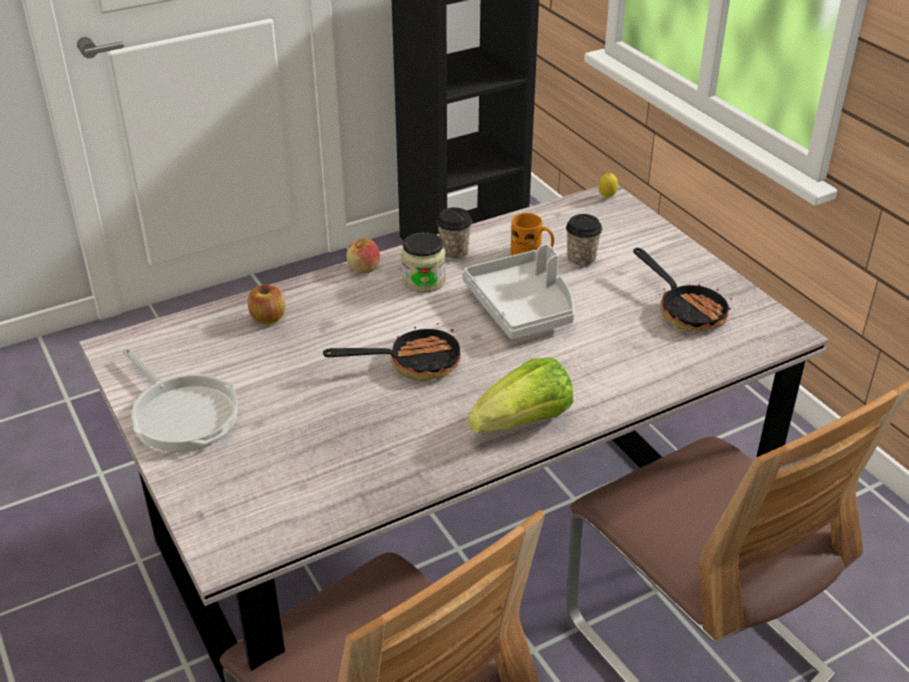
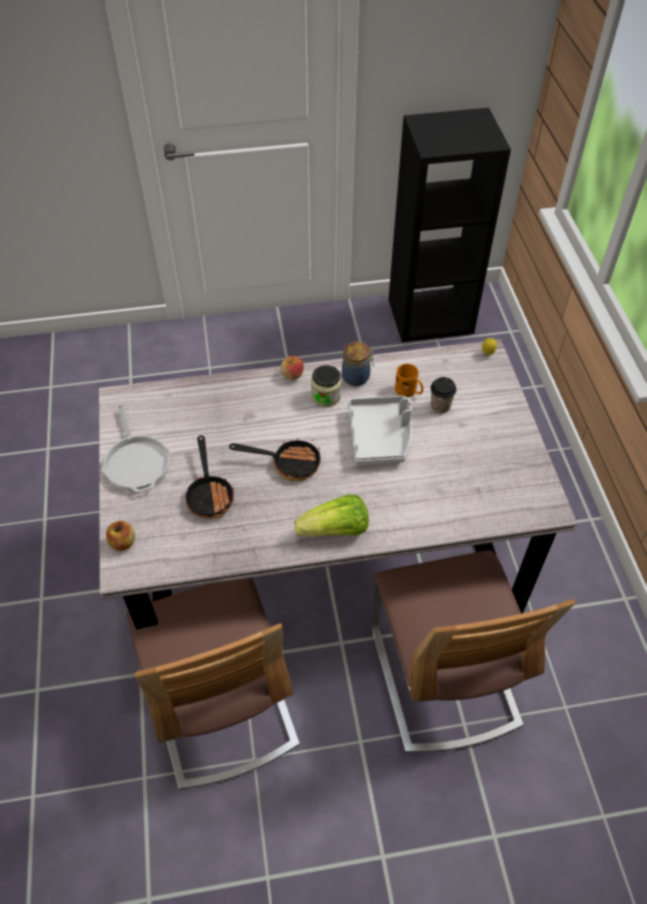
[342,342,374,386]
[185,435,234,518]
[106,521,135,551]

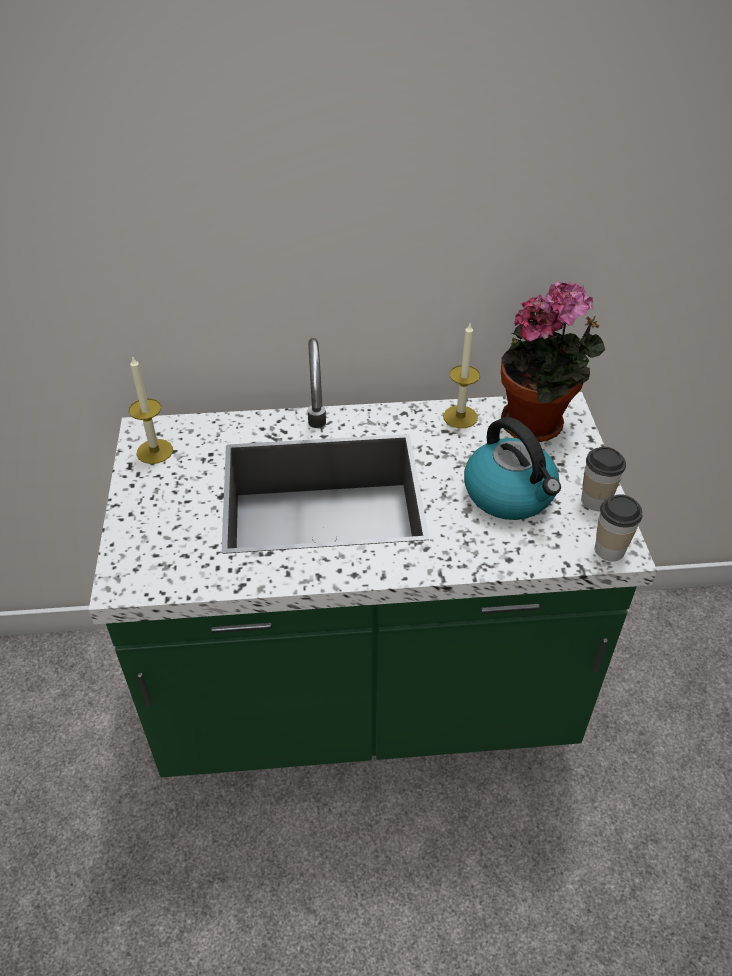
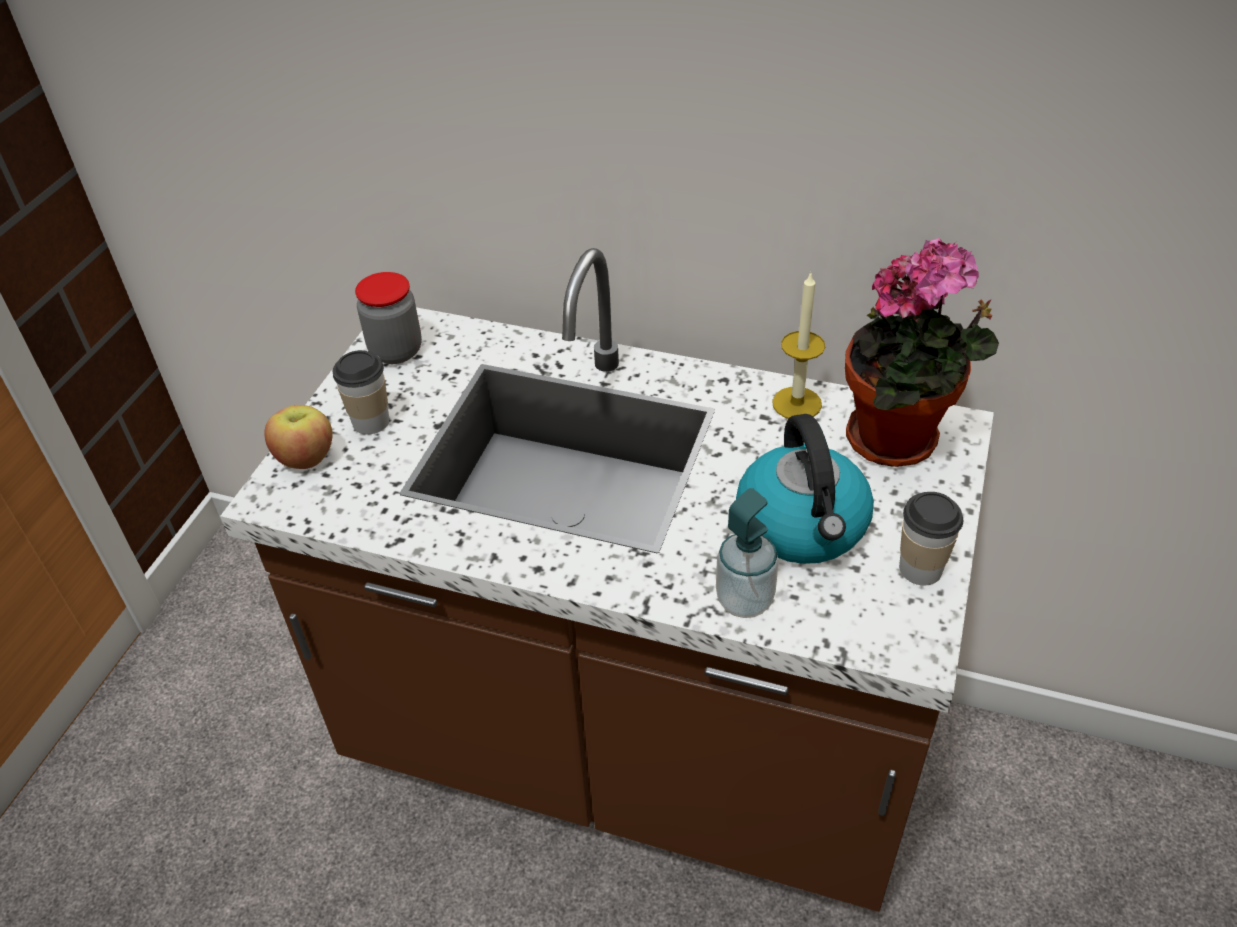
[220,248,994,912]
[355,272,422,364]
[333,350,390,435]
[264,405,333,469]
[716,488,779,618]

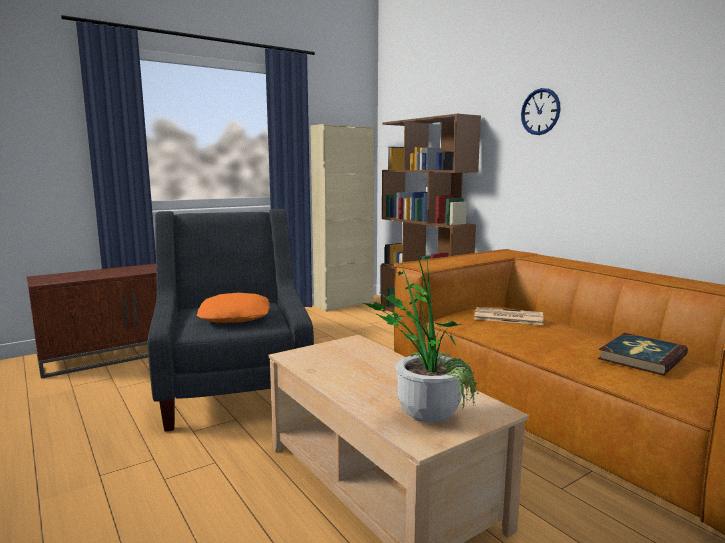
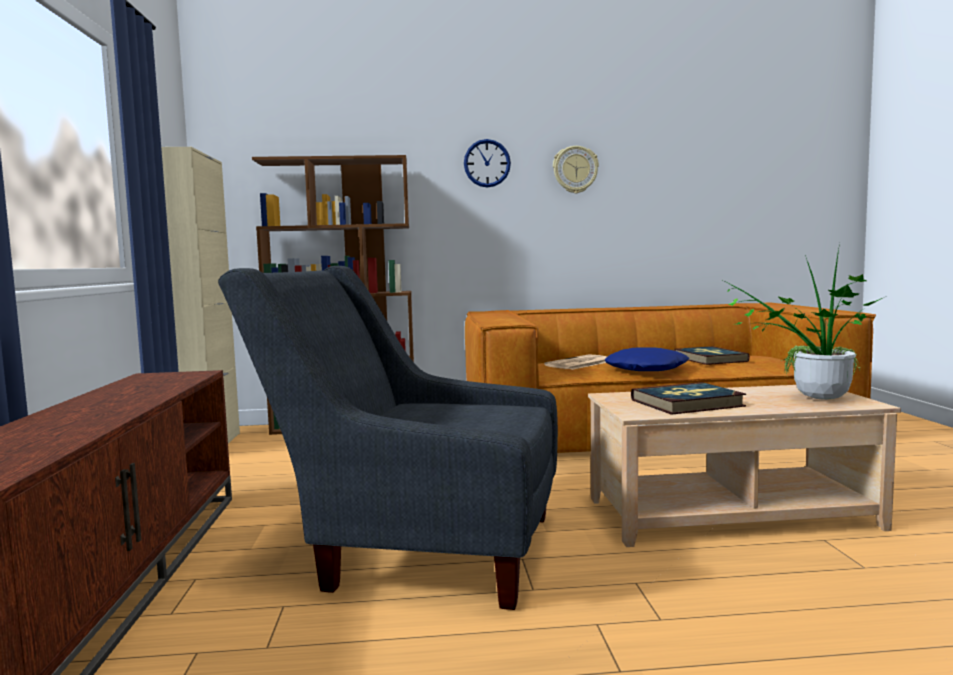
[197,293,270,323] (first image)
[553,146,599,194]
[604,348,689,371]
[631,382,746,415]

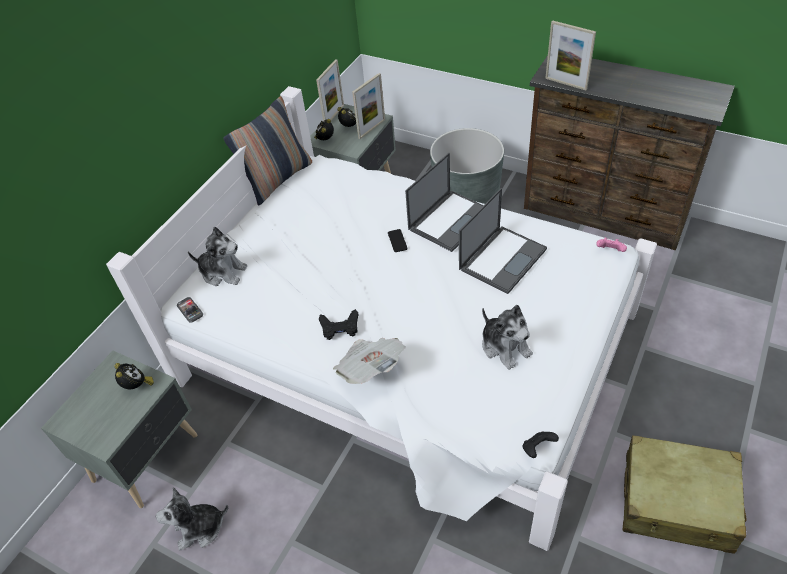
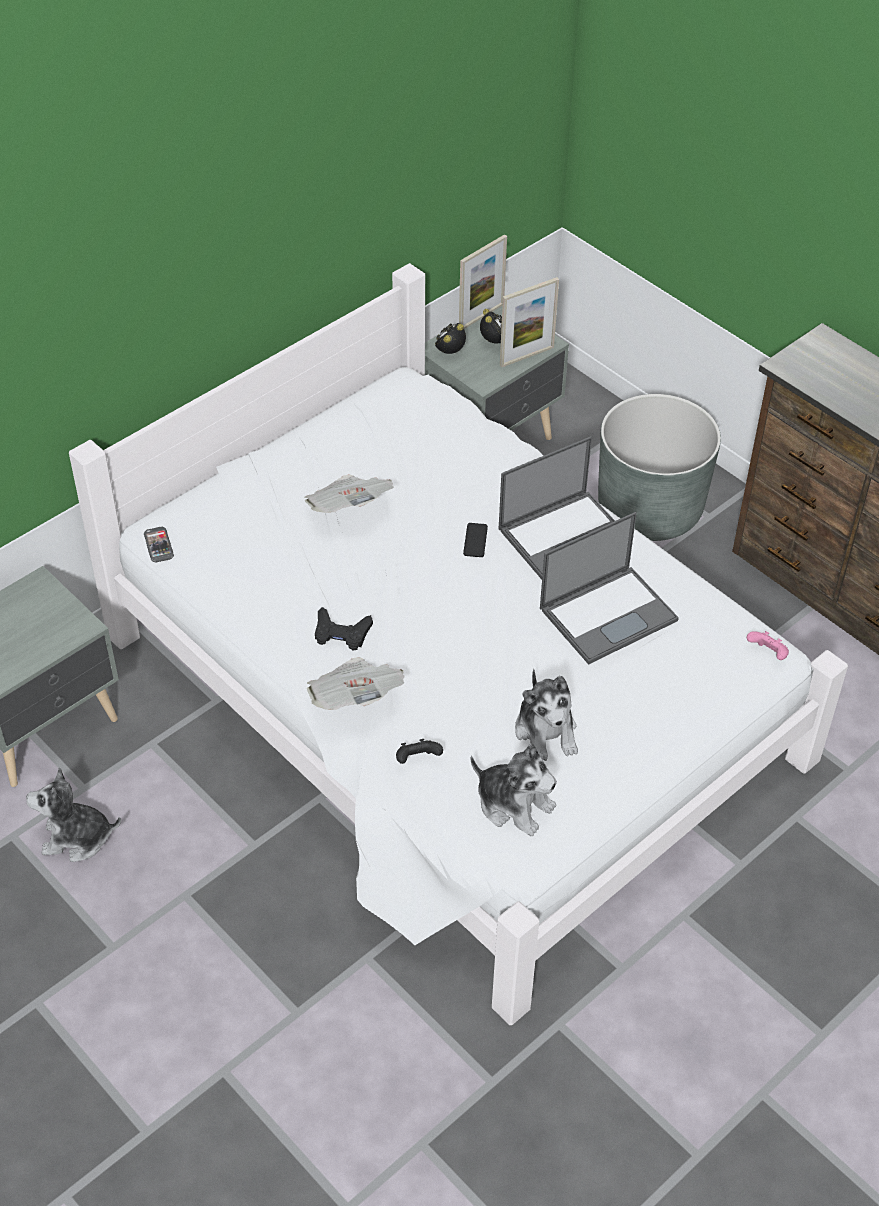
[545,21,596,90] (first image)
[223,96,312,205] (first image)
[471,744,557,837]
[114,363,154,389] (first image)
[396,739,443,764]
[623,435,747,554] (first image)
[304,474,394,513]

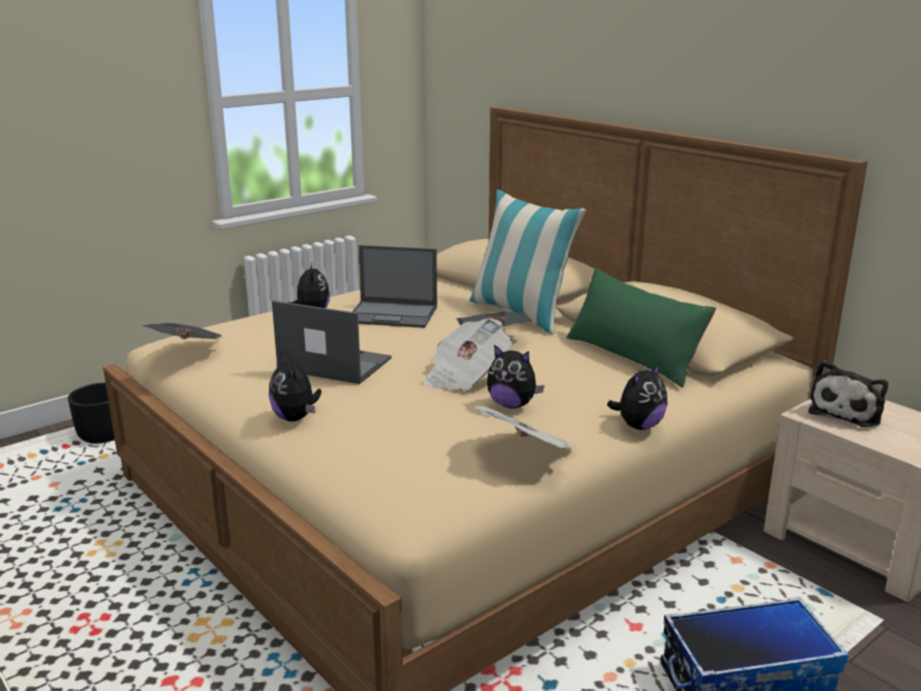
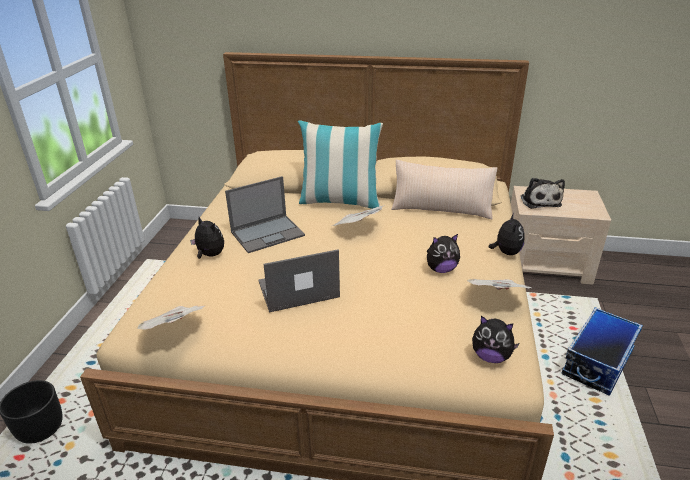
[391,160,497,219]
[424,319,512,391] (first image)
[472,316,520,363]

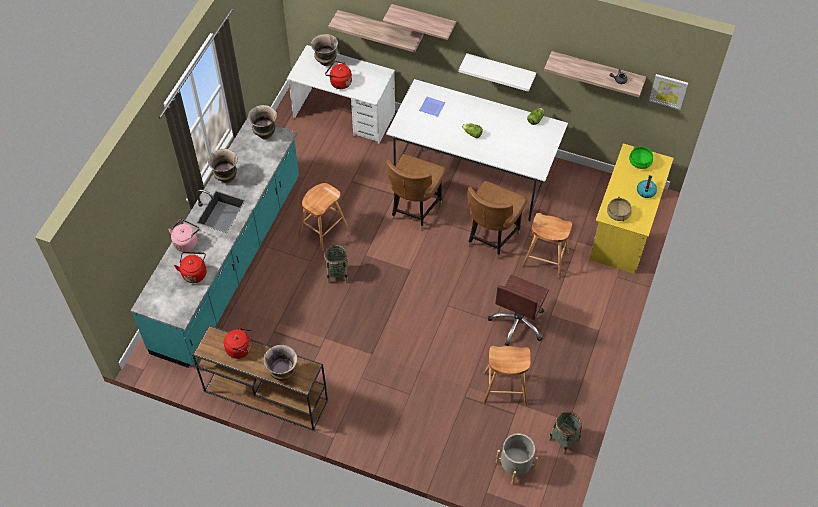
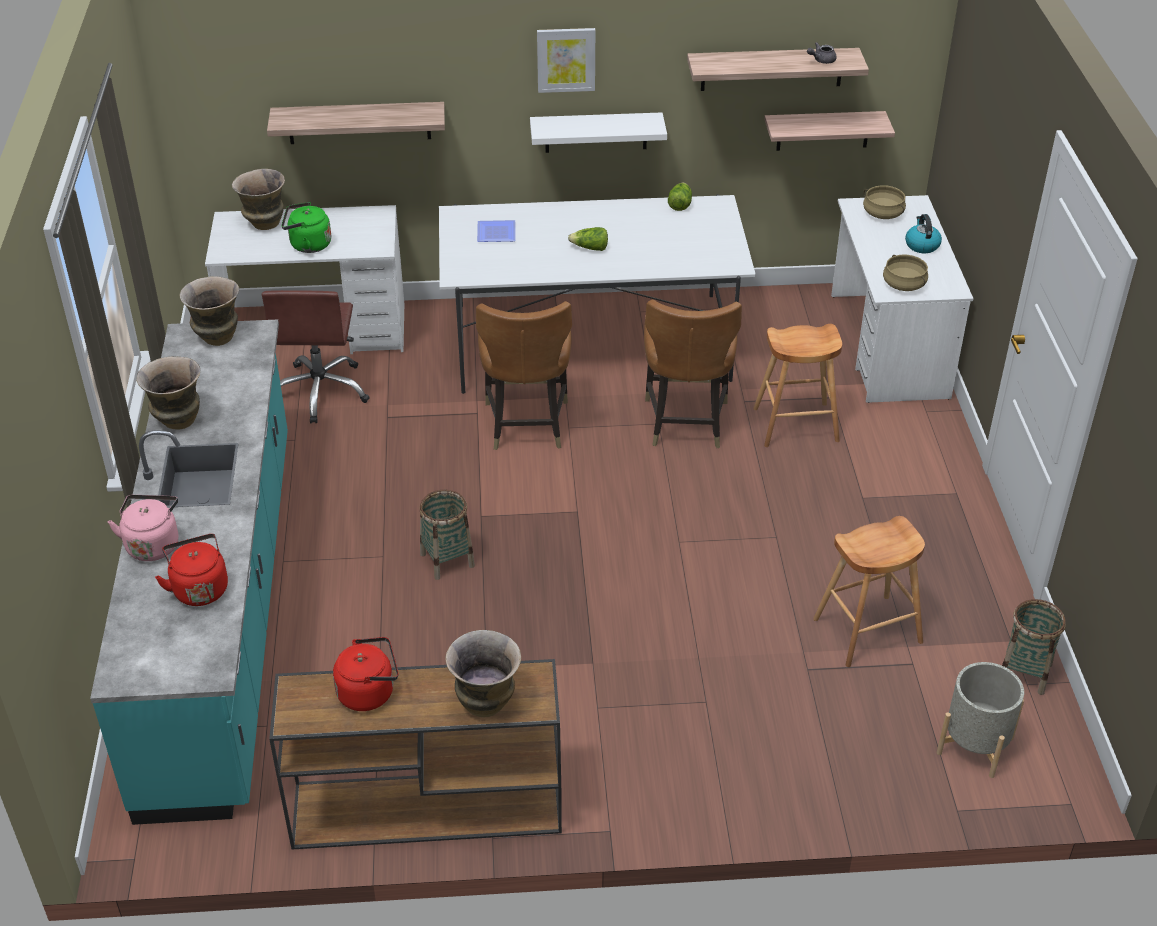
[764,111,895,151]
[281,202,331,253]
[537,28,595,93]
[831,195,974,403]
[863,185,906,219]
[298,183,348,252] (first image)
[262,290,370,423]

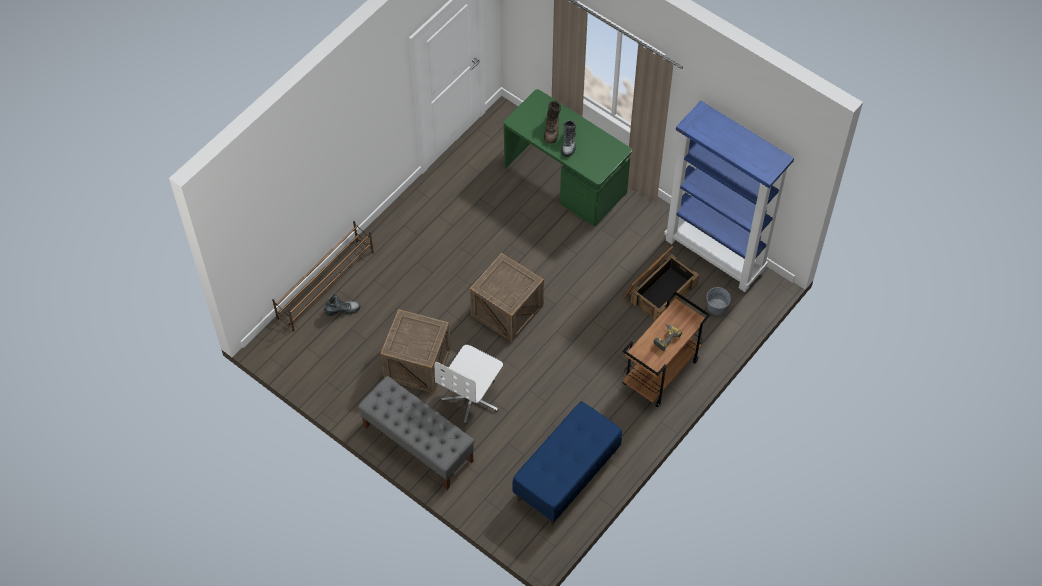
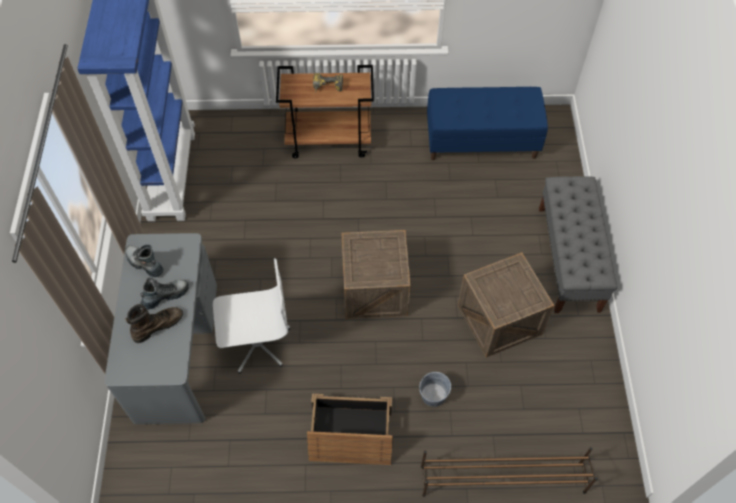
[104,233,217,424]
[307,394,393,465]
[419,372,451,407]
[125,244,163,277]
[213,258,291,374]

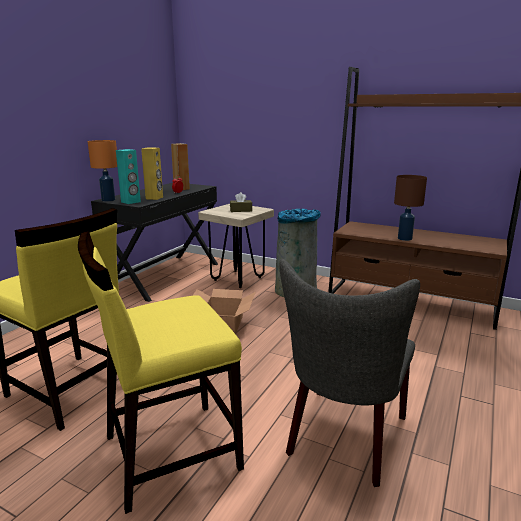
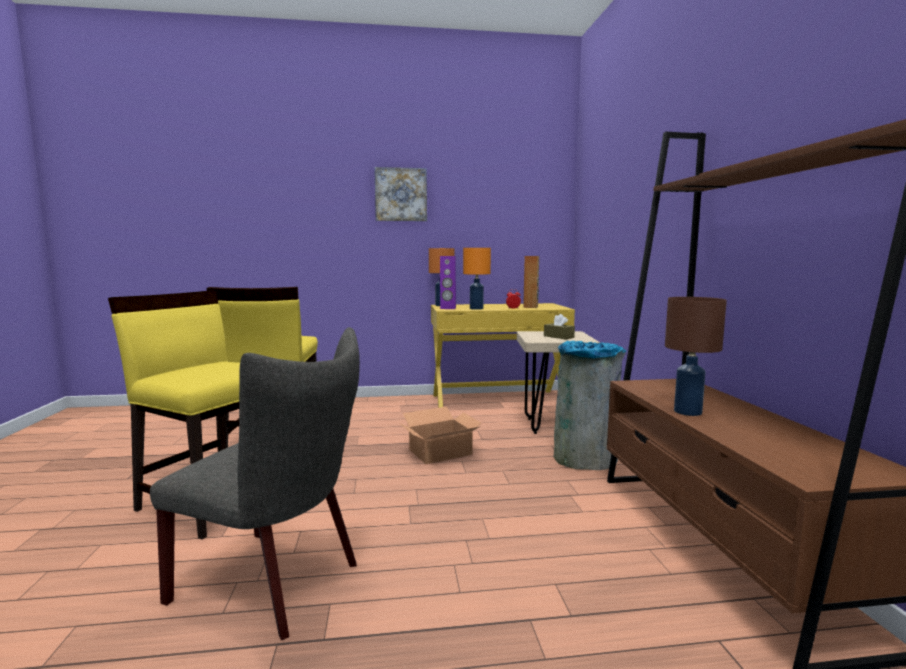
[463,248,491,310]
[440,256,456,309]
[431,303,575,408]
[150,327,360,640]
[374,167,427,221]

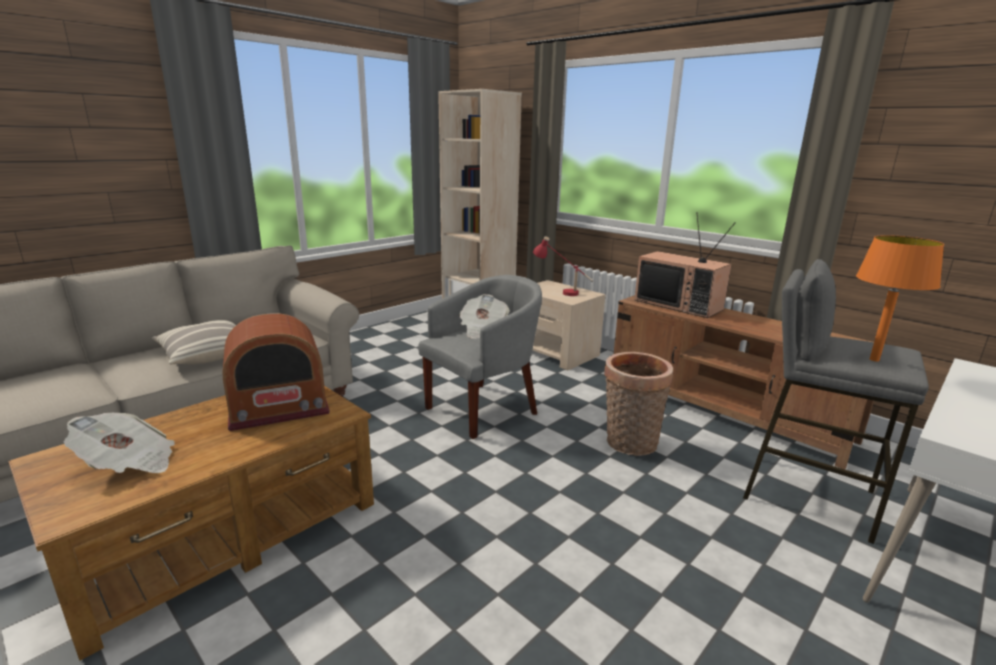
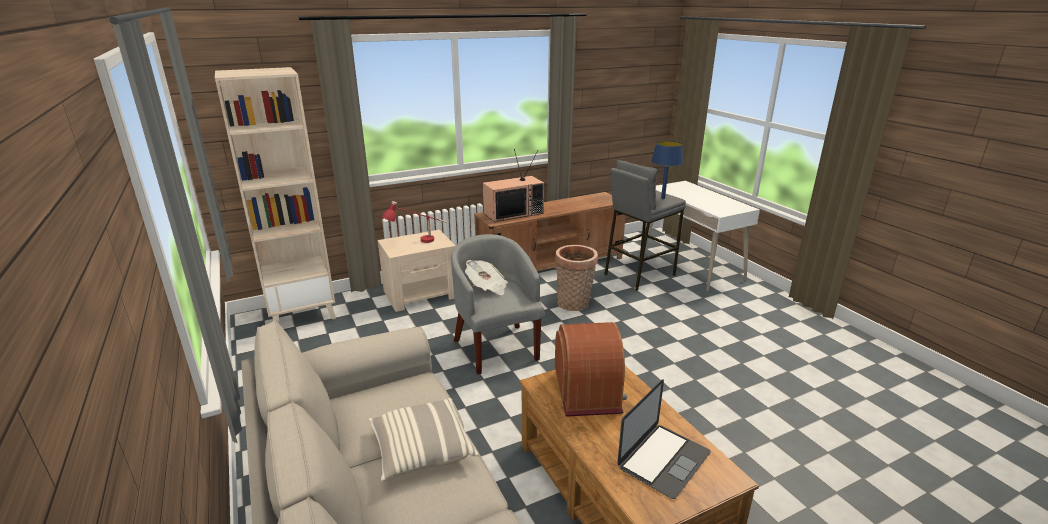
[651,141,683,199]
[617,380,711,499]

